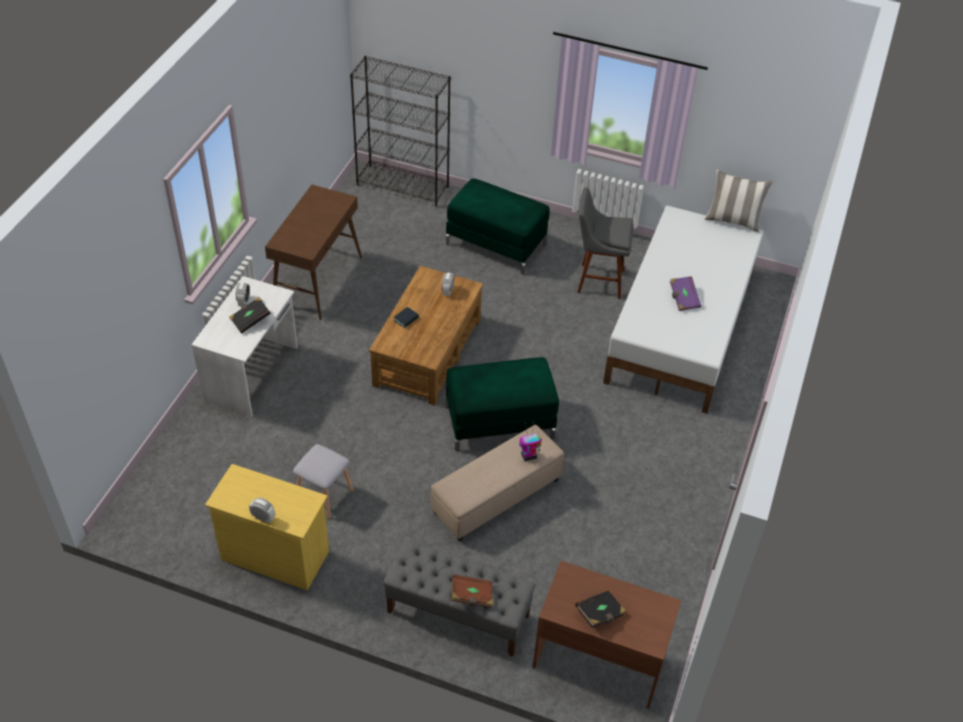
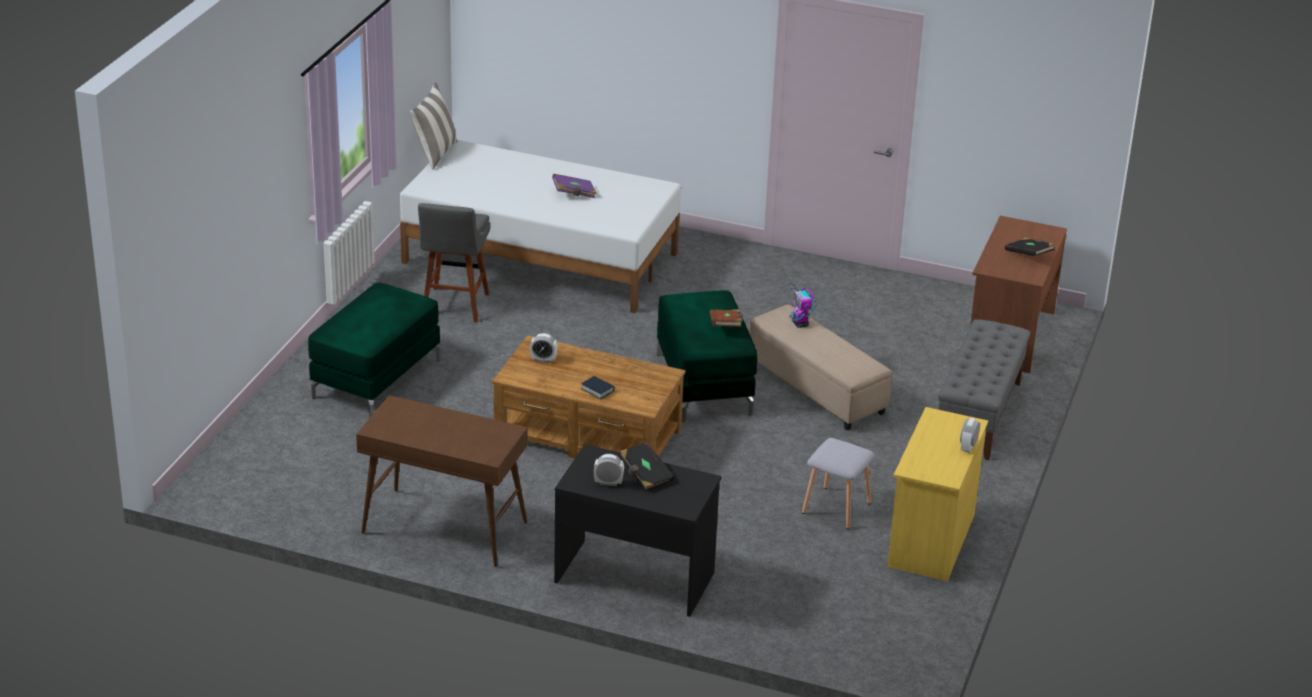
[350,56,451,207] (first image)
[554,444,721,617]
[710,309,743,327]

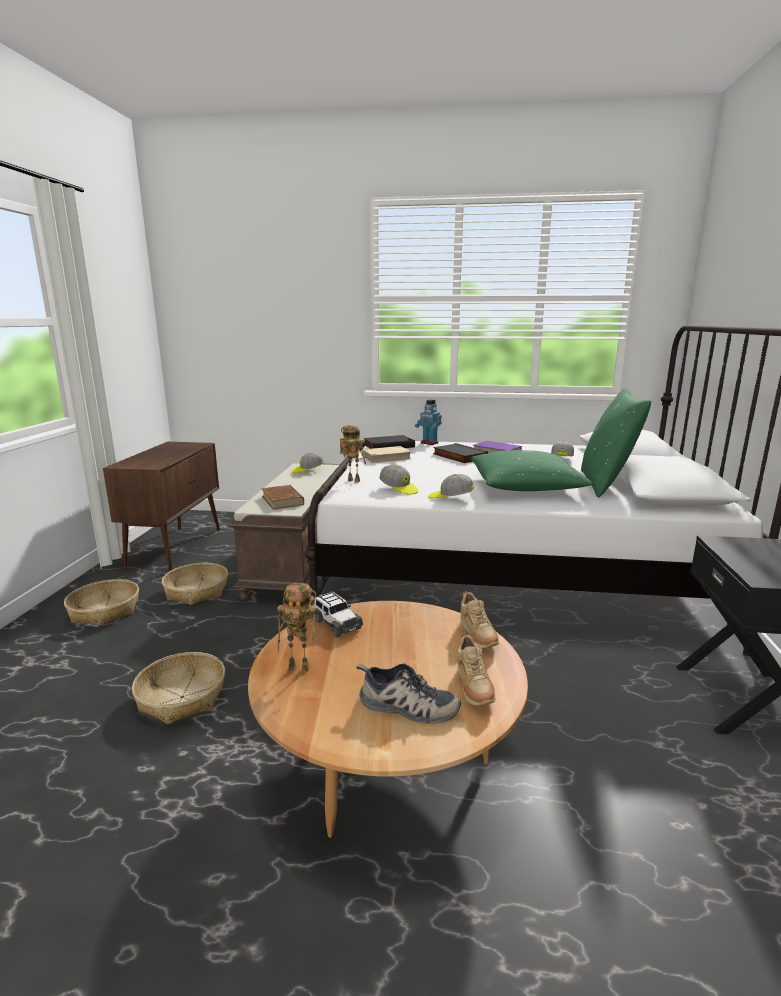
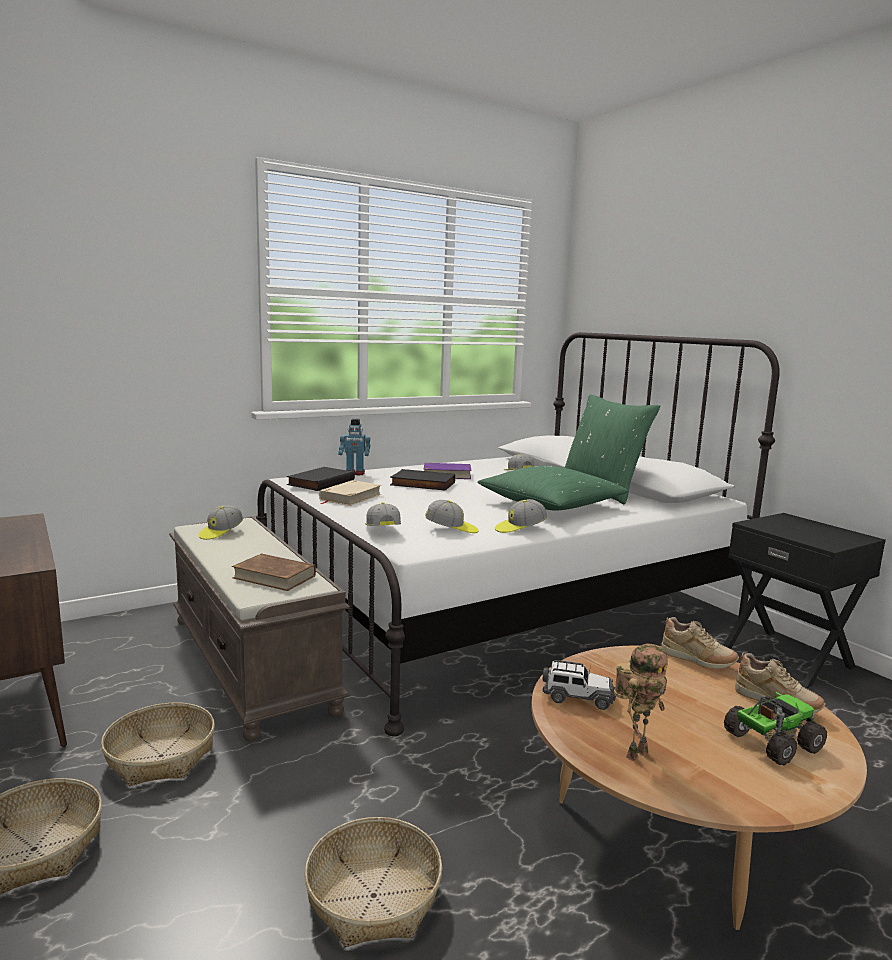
[365,503,401,526]
[724,692,827,765]

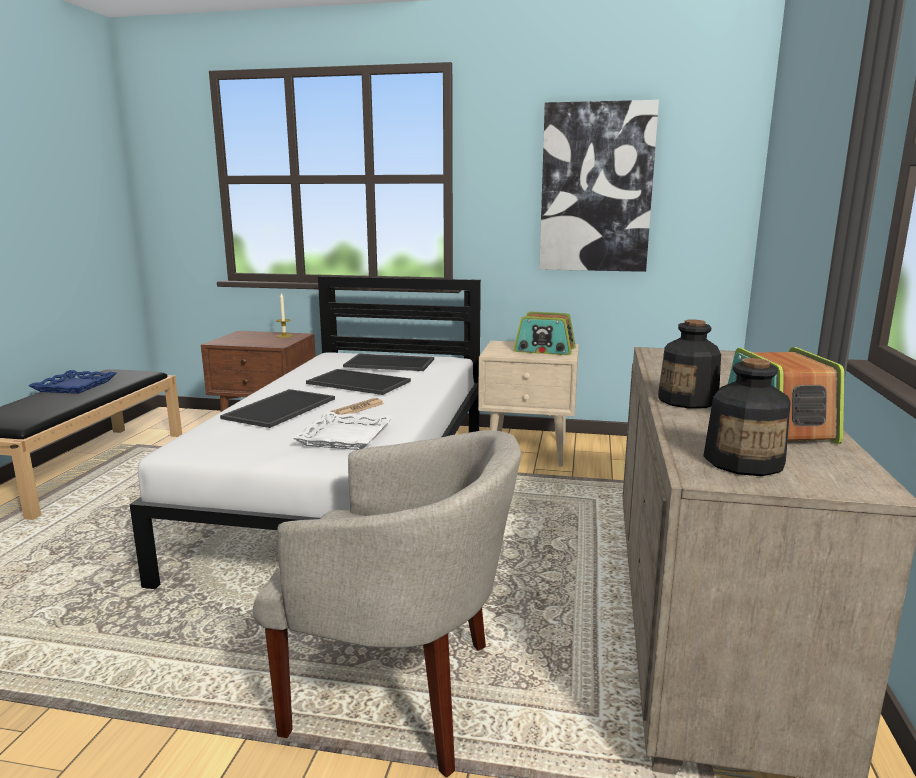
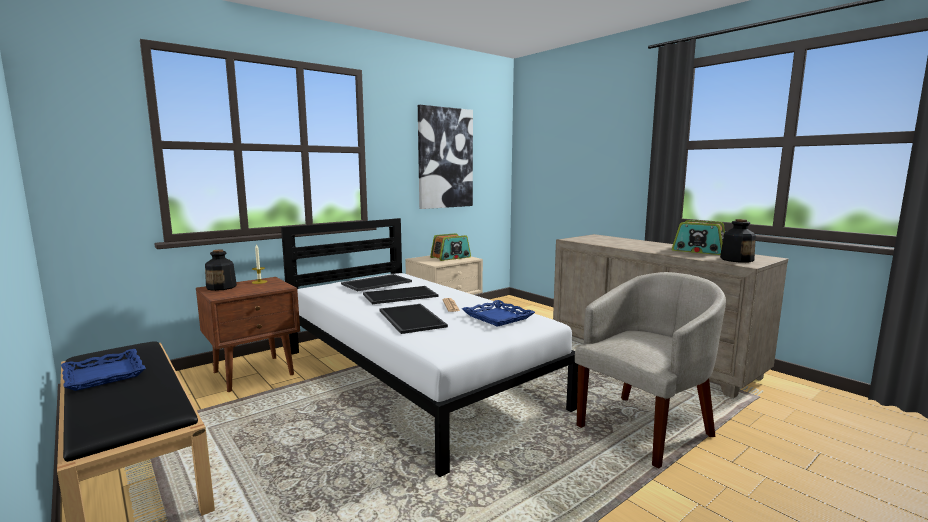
[205,249,237,291]
[462,300,535,327]

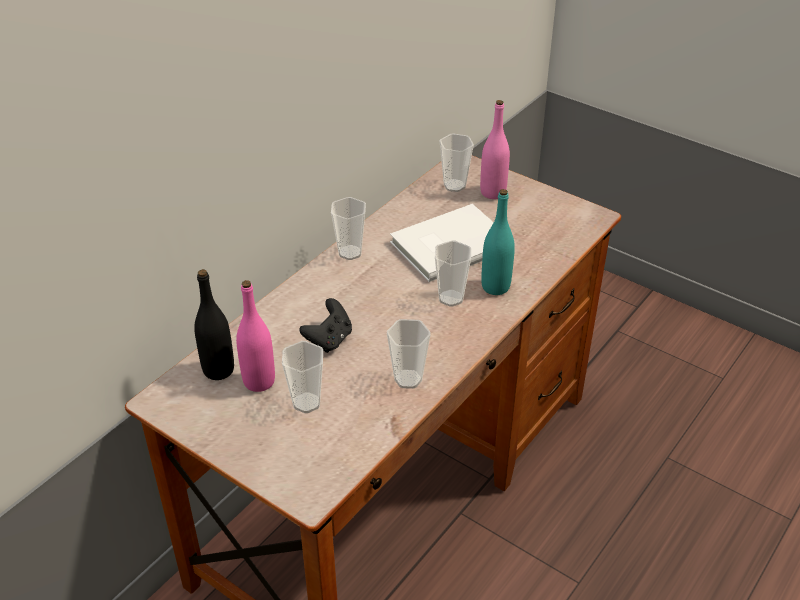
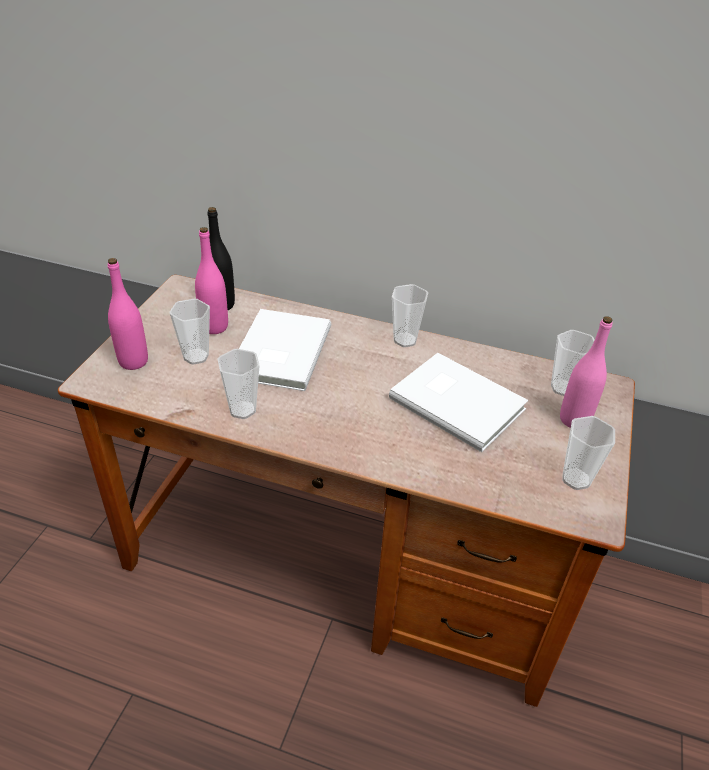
[481,189,515,295] (first image)
[562,416,615,490]
[239,309,331,391]
[108,258,148,370]

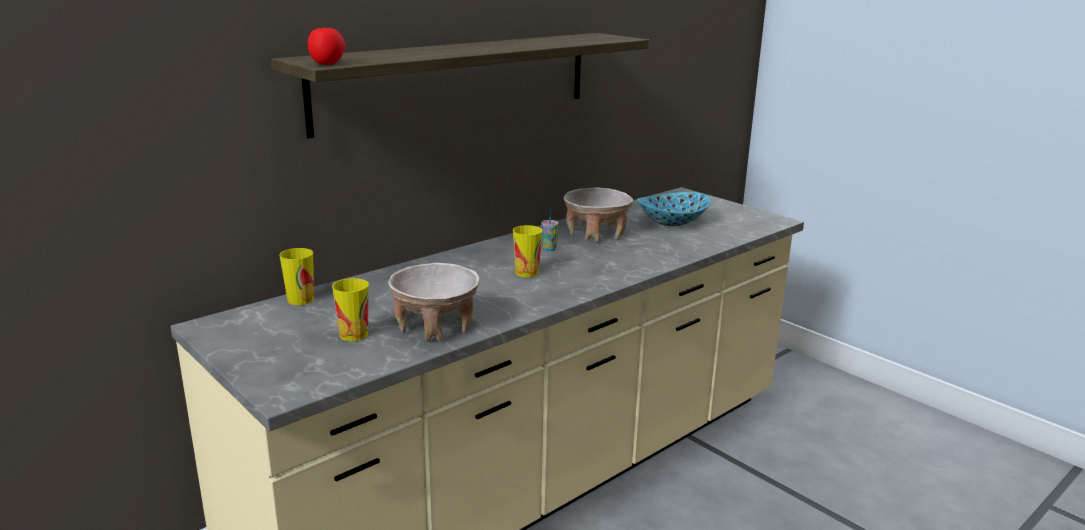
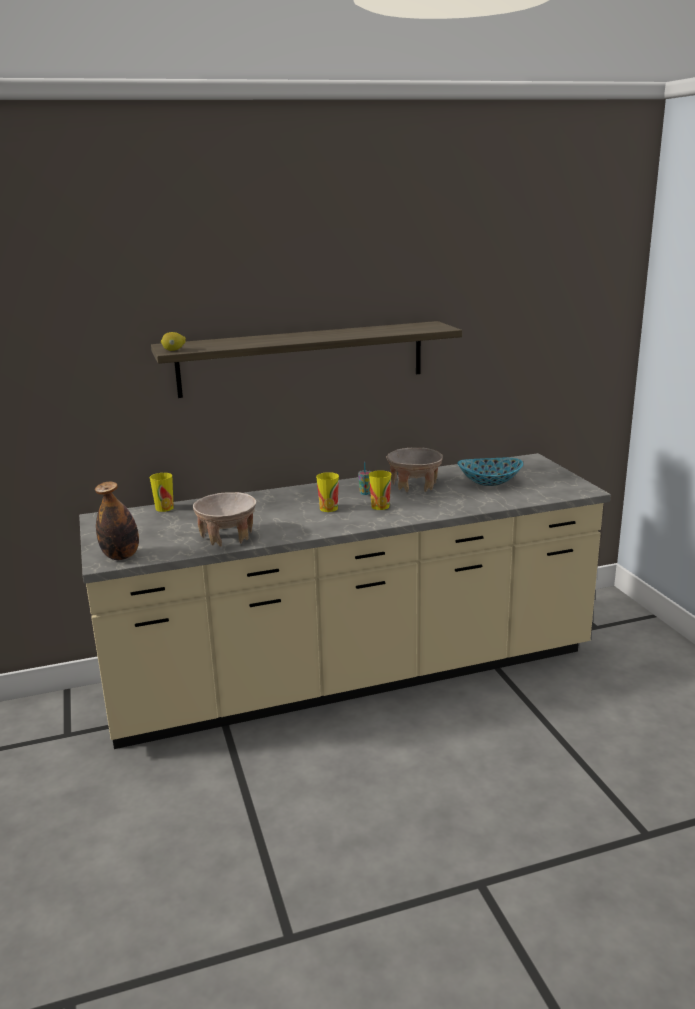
[161,332,186,351]
[369,470,391,510]
[95,482,139,560]

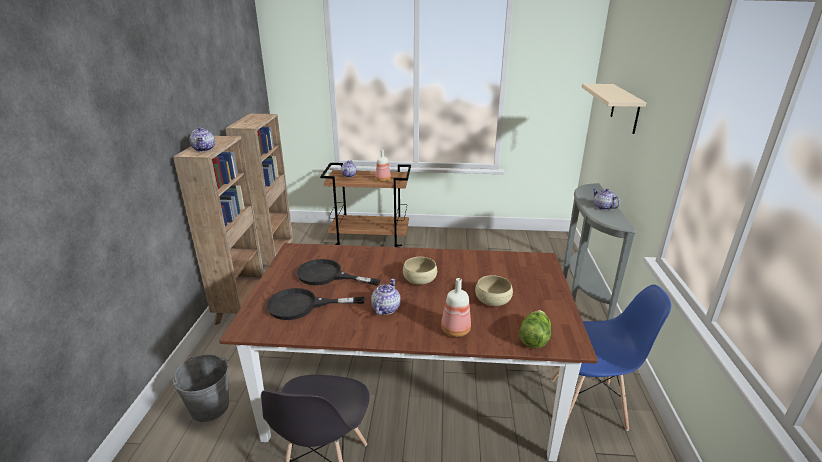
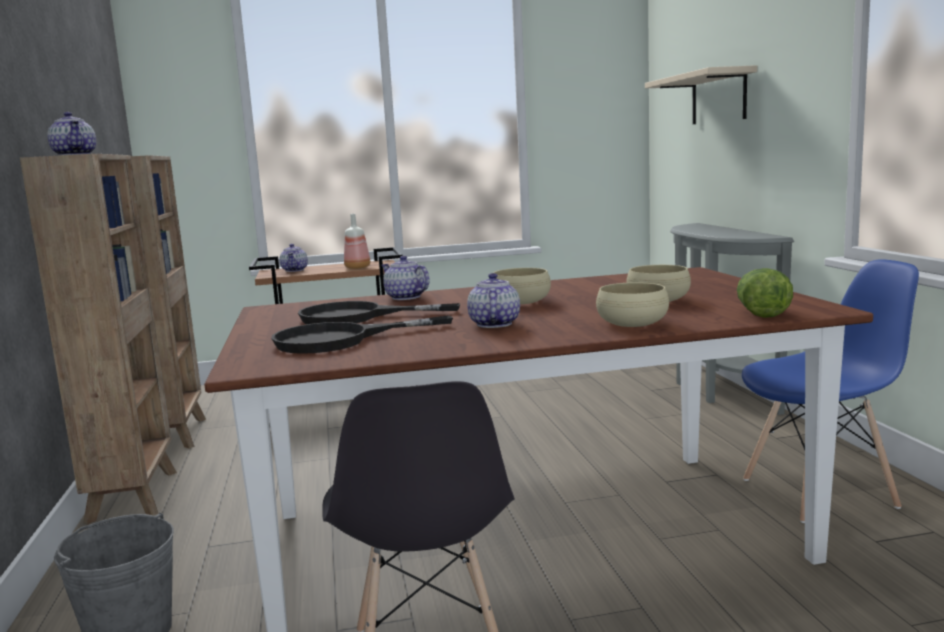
[381,256,430,300]
[596,282,669,327]

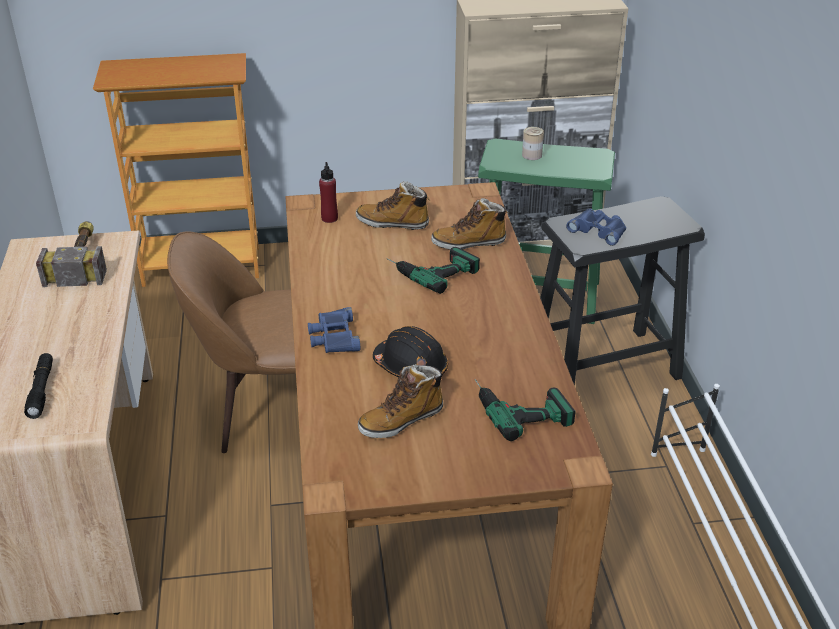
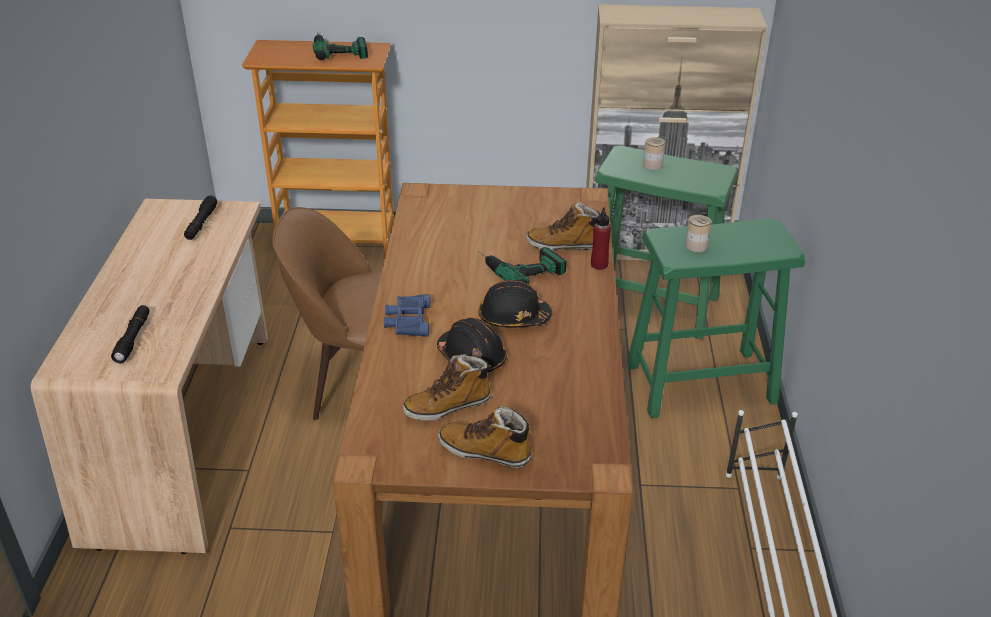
[591,208,611,270]
[438,405,533,468]
[627,218,805,418]
[685,215,711,252]
[184,195,217,240]
[313,33,368,60]
[479,280,552,328]

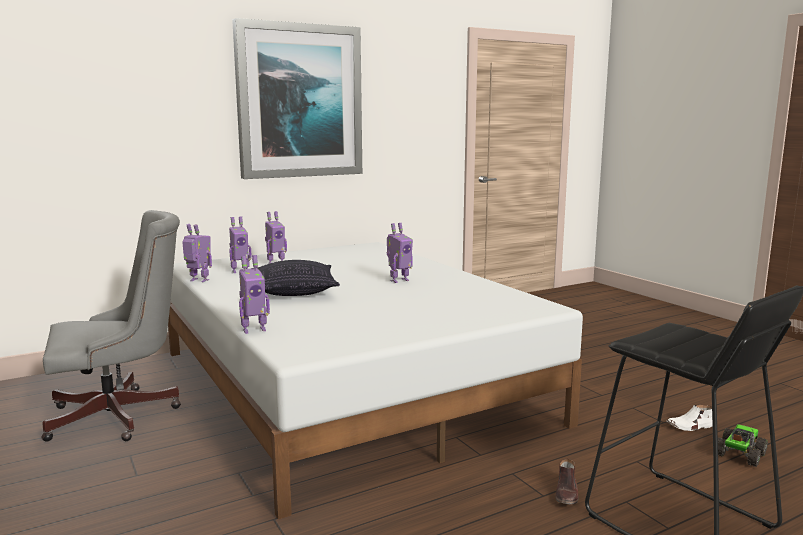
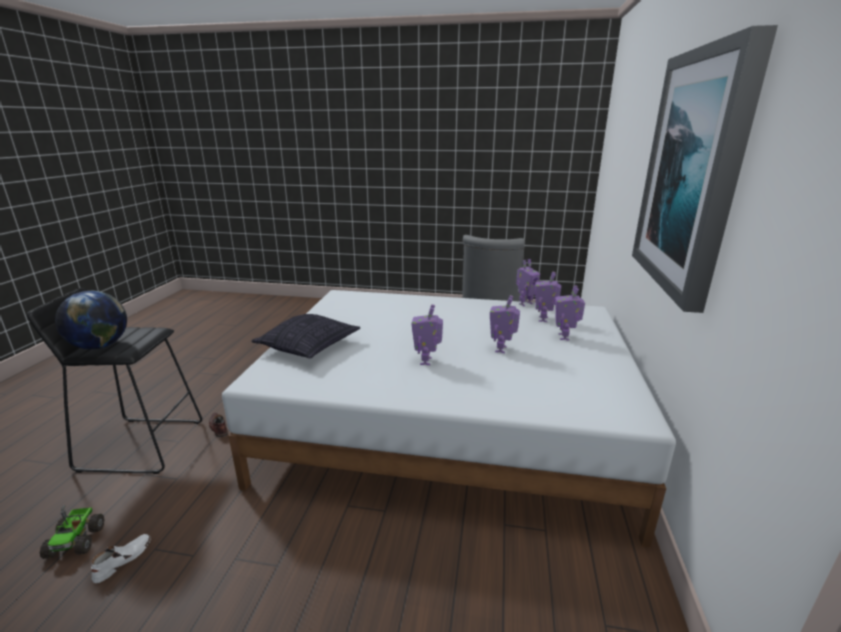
[490,295,520,353]
[251,314,361,358]
[55,291,127,349]

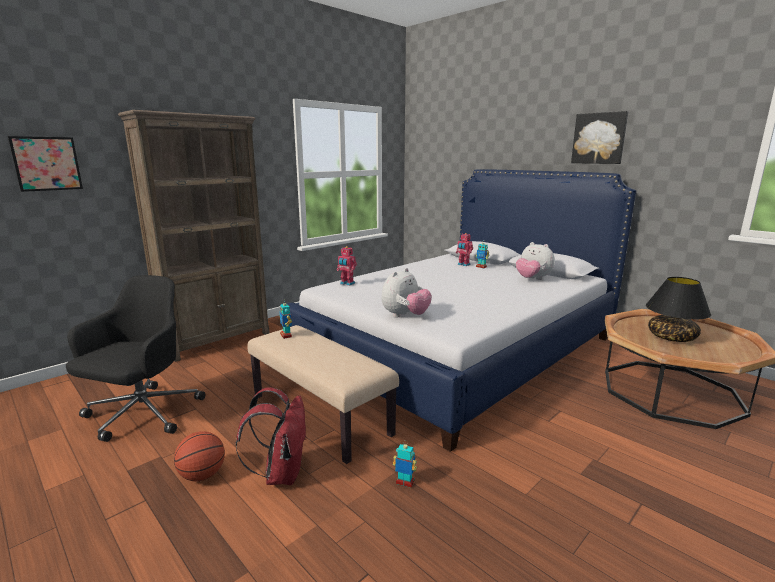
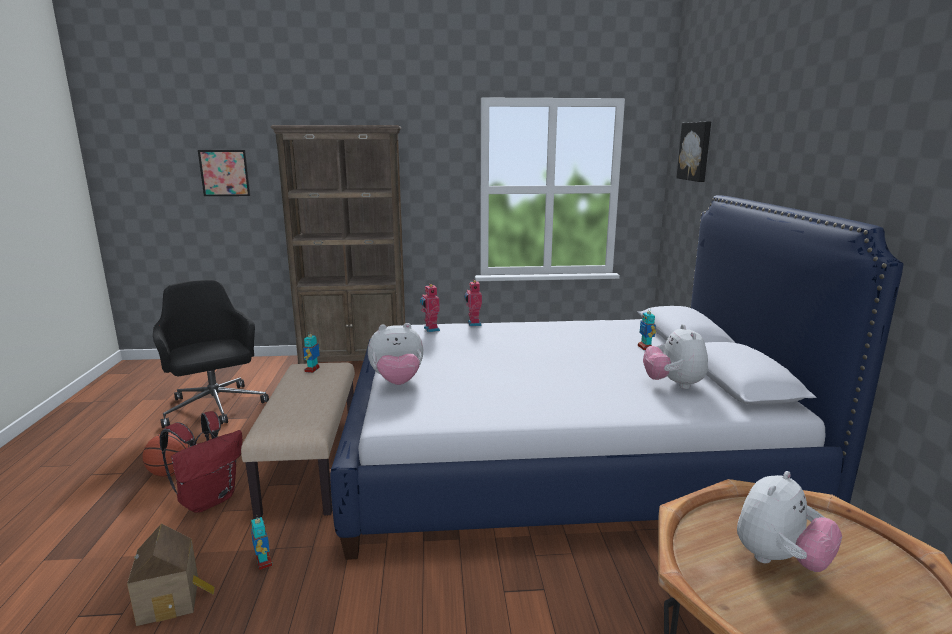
[676,121,711,182]
[464,280,482,326]
[153,280,269,428]
[737,471,842,572]
[127,524,215,626]

